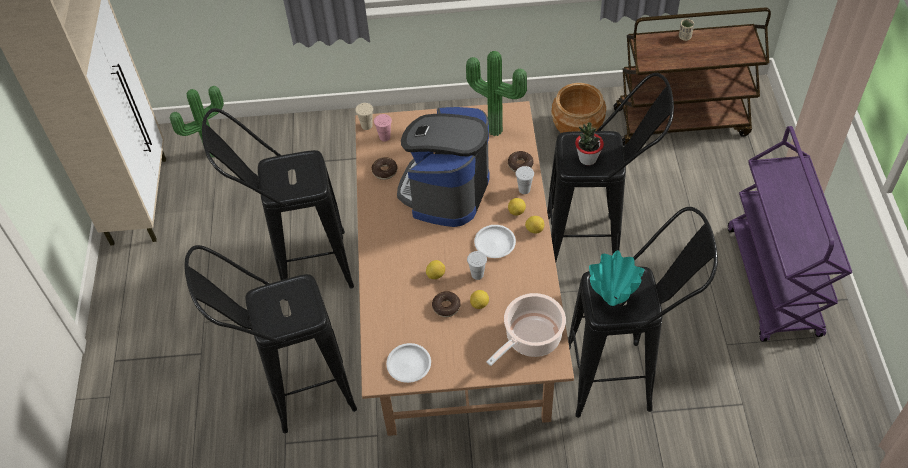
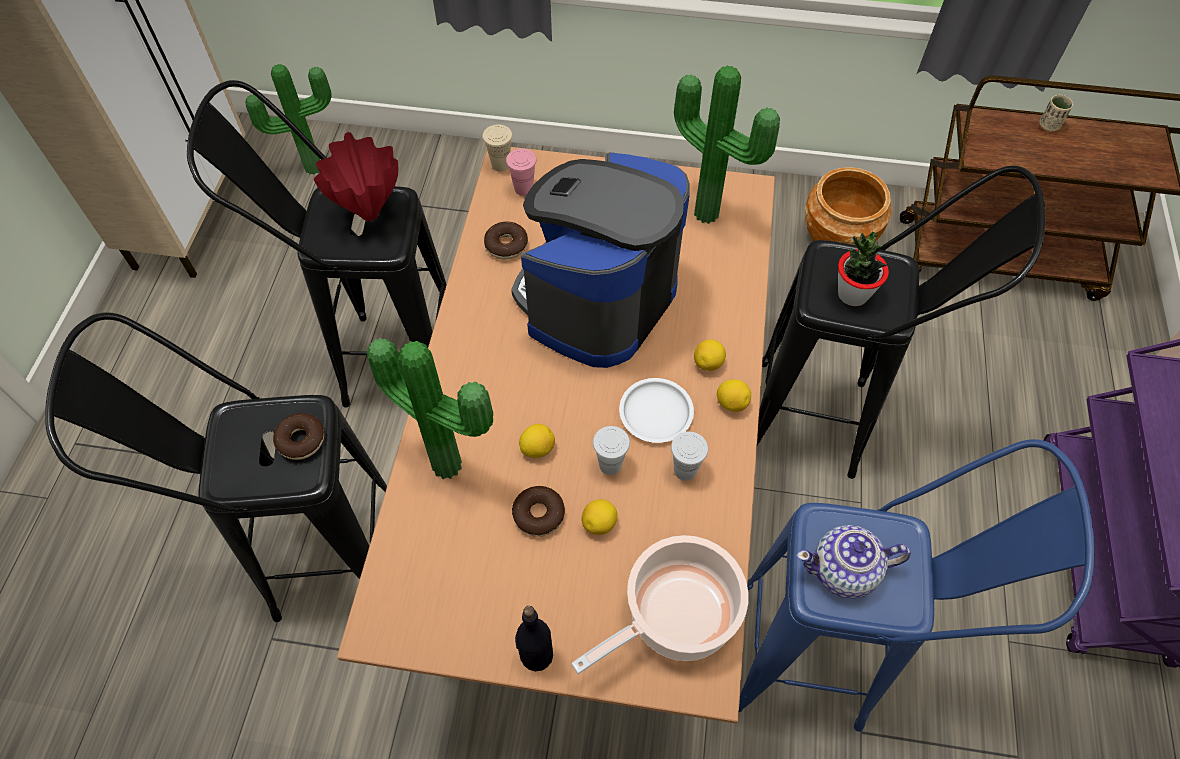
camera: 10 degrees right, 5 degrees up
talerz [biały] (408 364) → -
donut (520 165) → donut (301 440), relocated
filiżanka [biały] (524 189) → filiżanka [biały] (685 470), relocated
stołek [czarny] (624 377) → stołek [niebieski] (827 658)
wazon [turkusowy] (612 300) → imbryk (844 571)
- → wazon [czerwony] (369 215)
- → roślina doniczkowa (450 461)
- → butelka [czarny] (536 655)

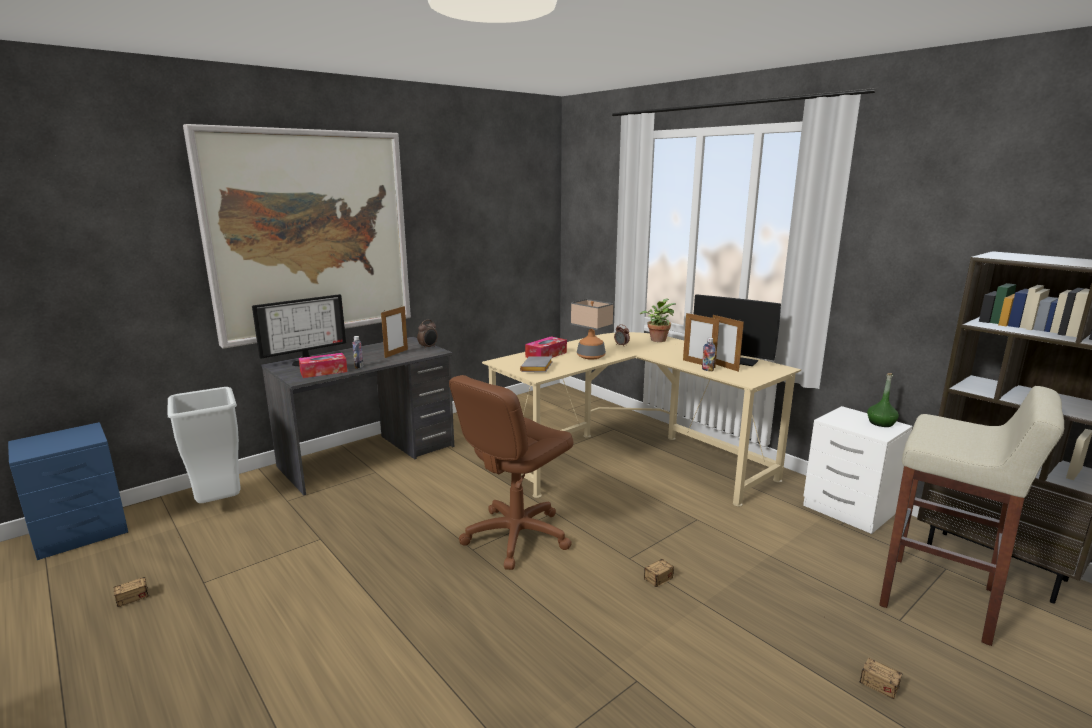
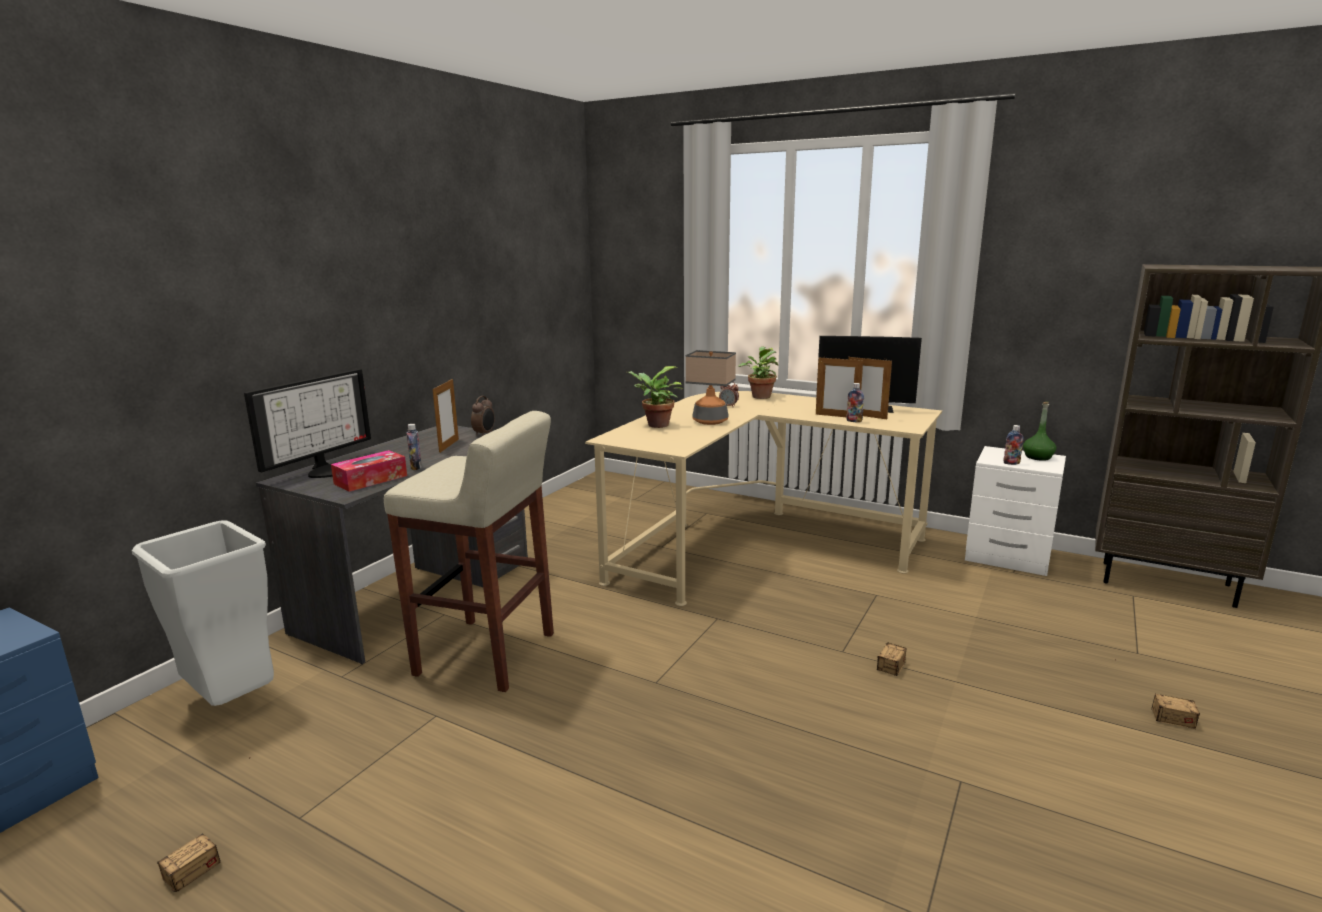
camera: 20 degrees left, 0 degrees up
obraz (310 234) → -
krzesło biurowe [brązowy] (516 536) → -
książka [szary] (537 368) → -
pudełko chusteczek (546 355) → roślina doniczkowa (655 425)
stołek [beżowy] (941 599) → stołek [beżowy] (488 655), relocated
- → butelka (1011 463)

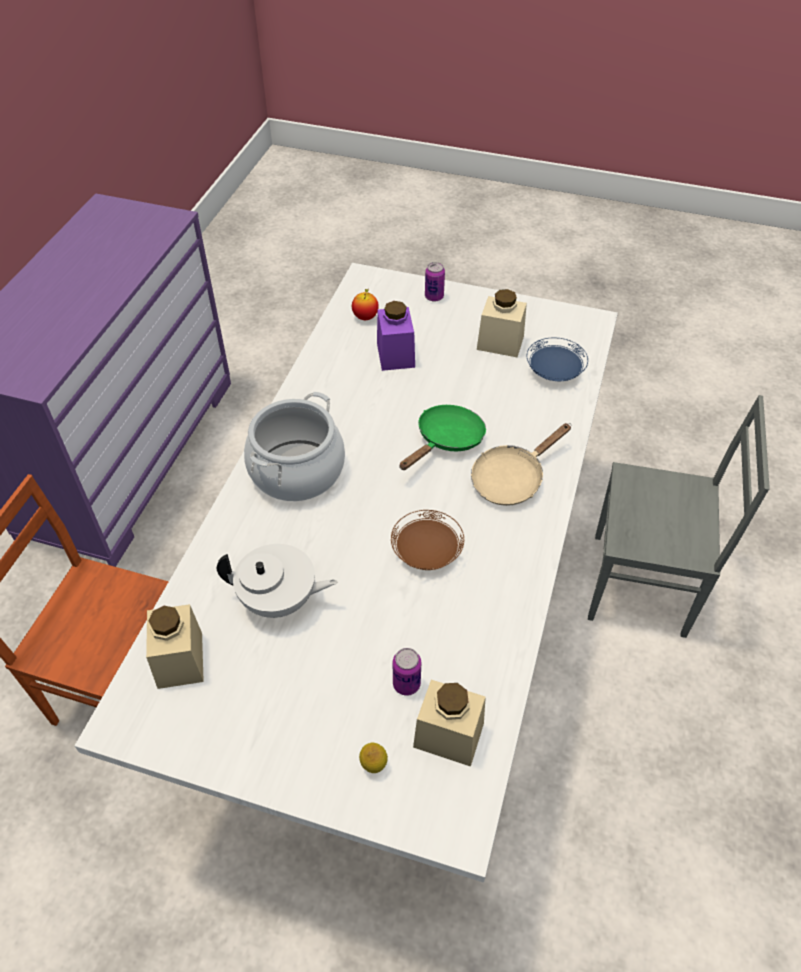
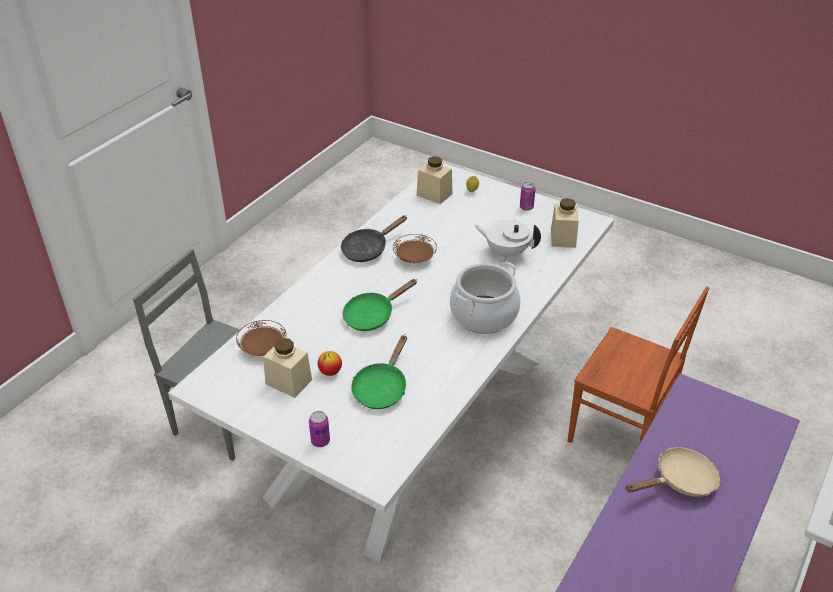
camera: 165 degrees left, 10 degrees down
jabłko (365 317) → jabłko (330 372), relocated
słoik [fioletowy] (395 355) → patelnia [zielony] (381 388)
puszka (406 684) → puszka (526 207), relocated
patelnia [beżowy] (512 479) → patelnia [beżowy] (680 481), relocated
talerz [niebieski] (554 373) → talerz [brązowy] (263 348)
- → patelnia [czarny] (368 249)

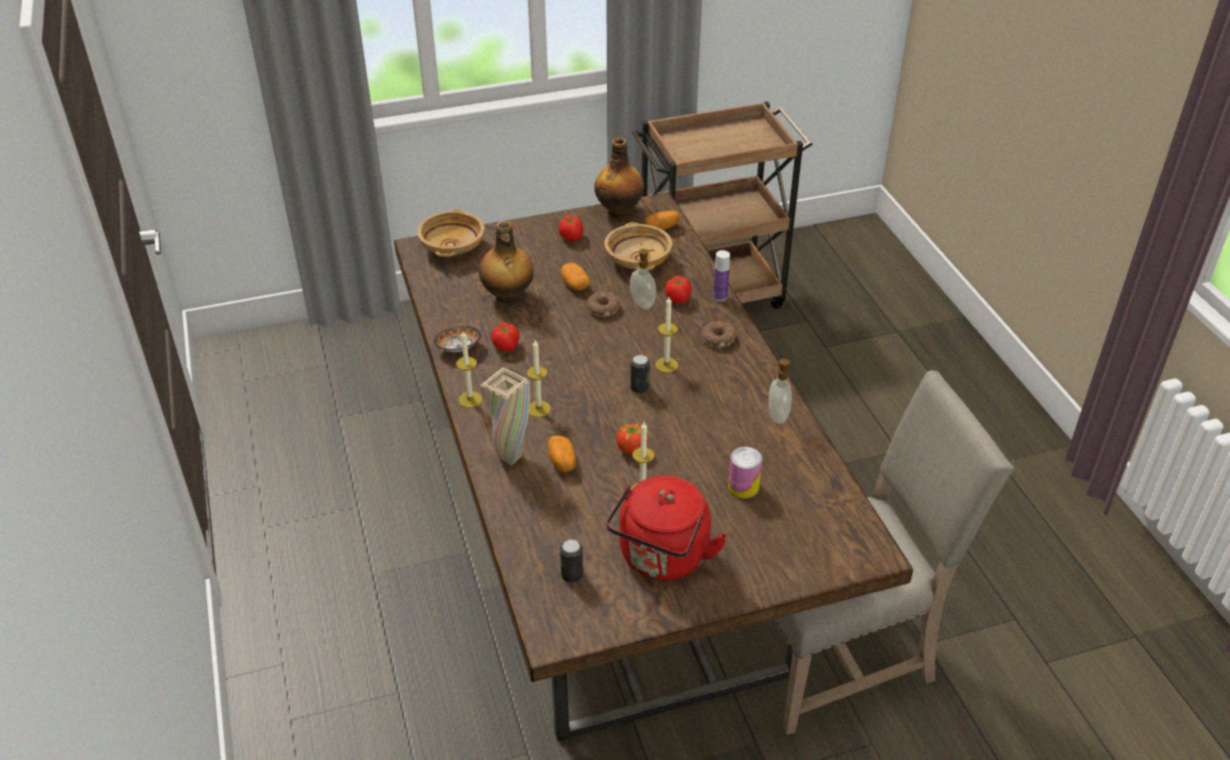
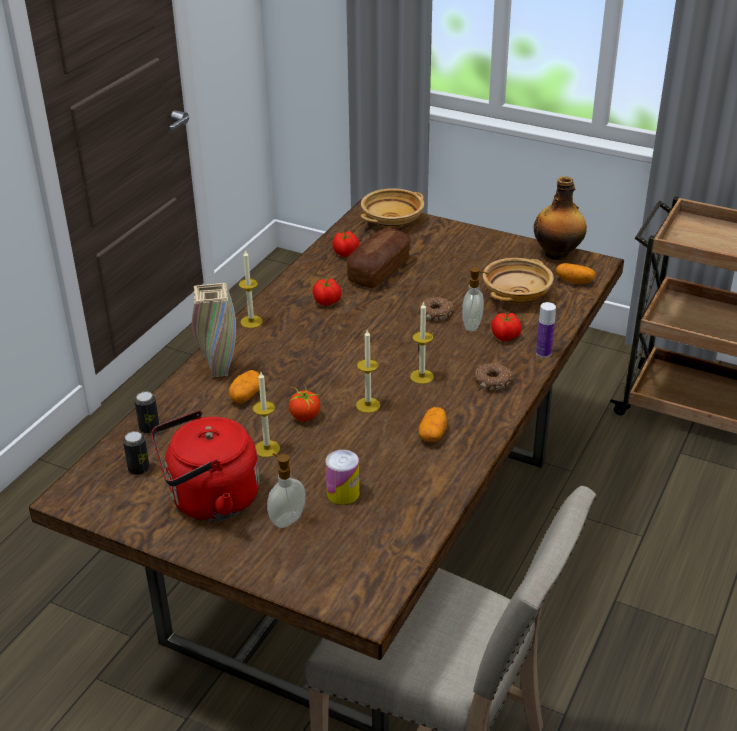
camera: 45 degrees right, 5 degrees down
miska (458 348) → -
butelka (507 296) → chleb (379 270)
świeca (539 409) → świeca (368 405), relocated
pomidor (571 237) → pomidor (346 253), relocated
ziemniak (575 284) → ziemniak (433 434), relocated
puszka (639 388) → puszka (149 428), relocated
dozownik mydła (776 415) → dozownik mydła (286 519), relocated

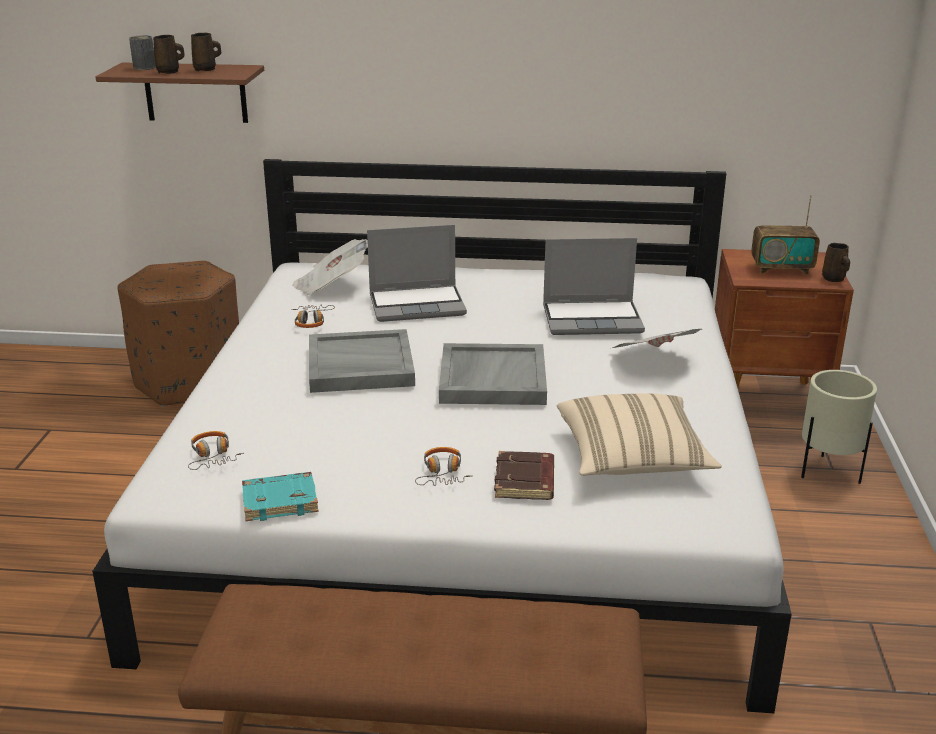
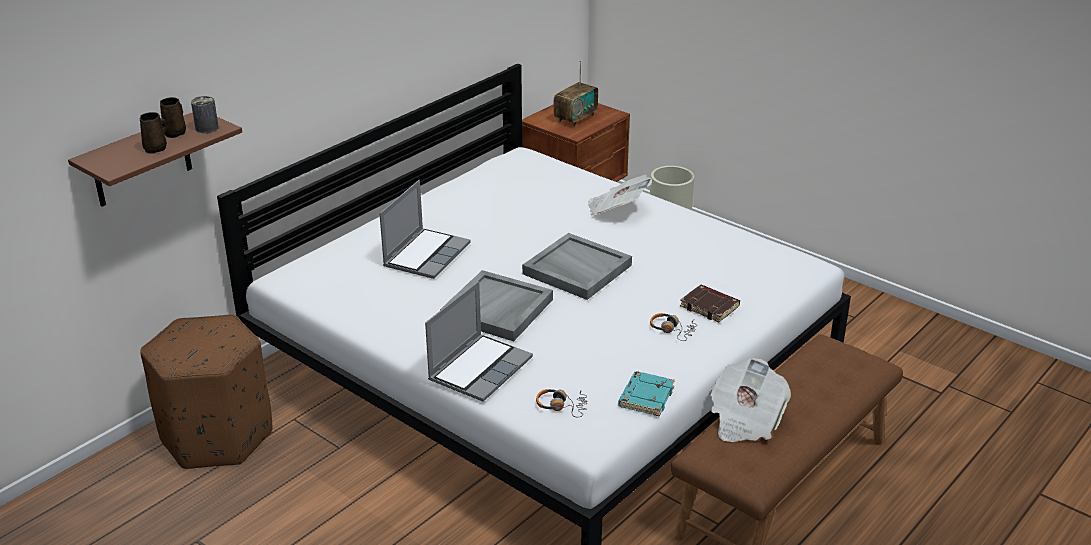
camera: 55 degrees left, 5 degrees up
puszka (144 67) → puszka (207 128), relocated
słuchawki (312 321) → -
gazeta (331 286) → gazeta (745 419), relocated
laptop (593 319) → laptop (480 368), relocated
poduszka [beżowy] (632 459) → -
kubek [brązowy] (834 279) → -

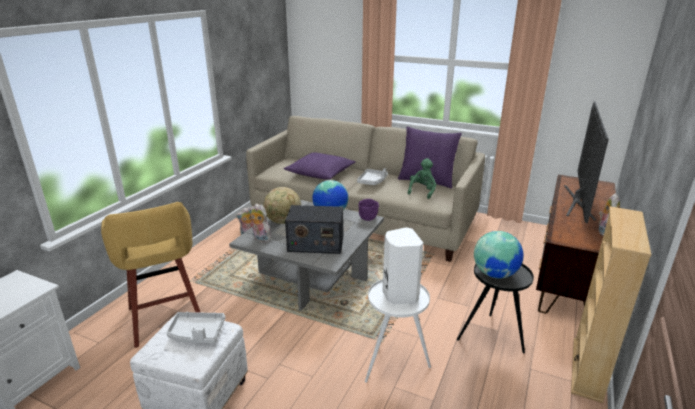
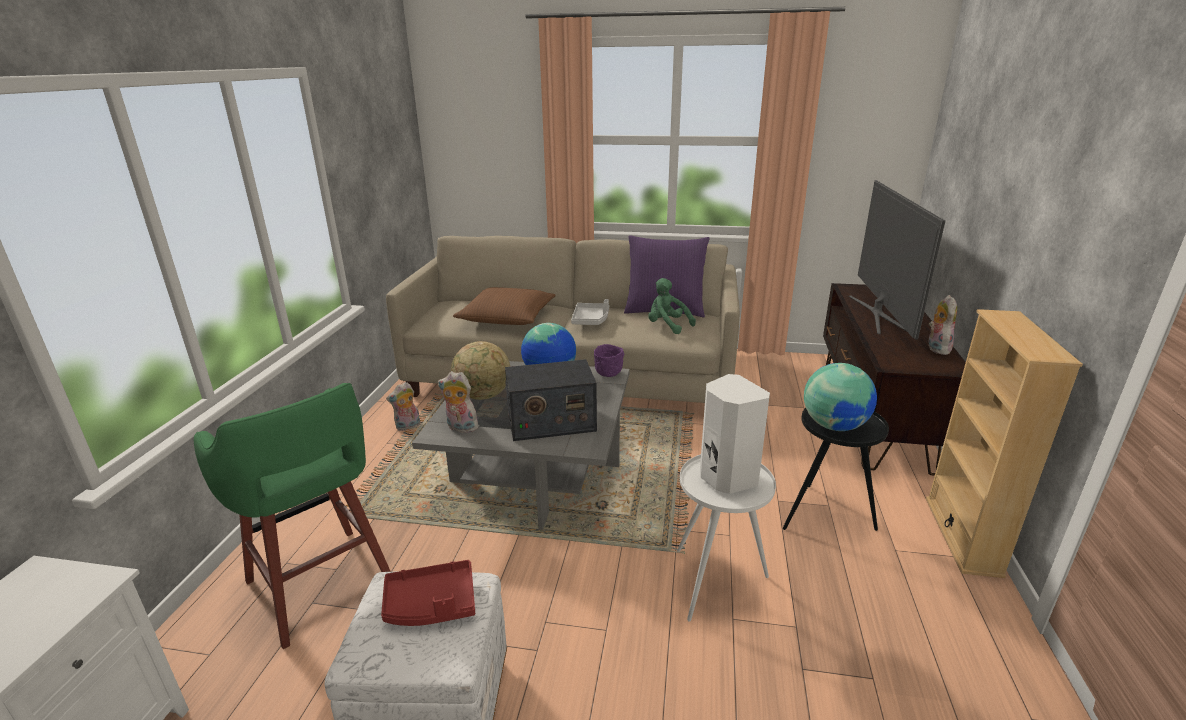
camera: 15 degrees left, 0 degrees up
stołek [żółty] (166 319) → stołek [zielony] (322 587)
taca [szary] (197 333) → taca [czerwony] (431 604)
poduszka [fioletowy] (320 173) → poduszka [brązowy] (507 317)
pluszak [zielony] (422 191) → pluszak [zielony] (667 326), 60 degrees counterclockwise

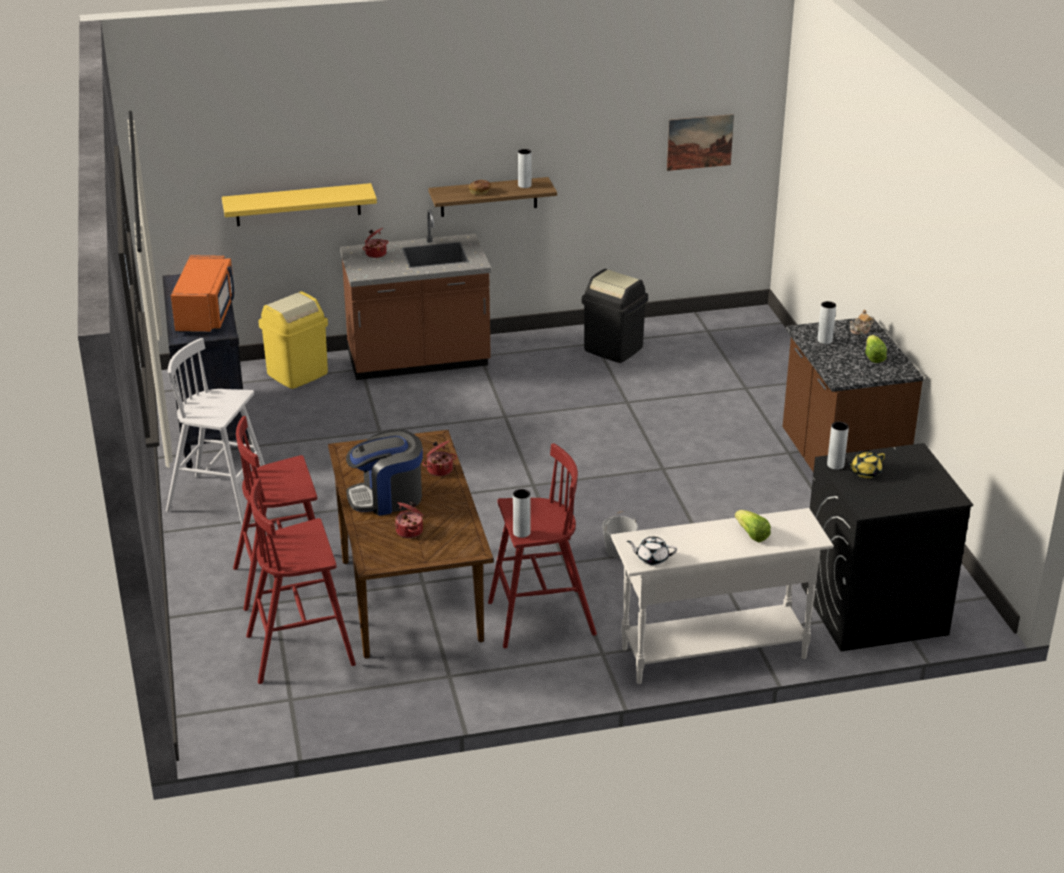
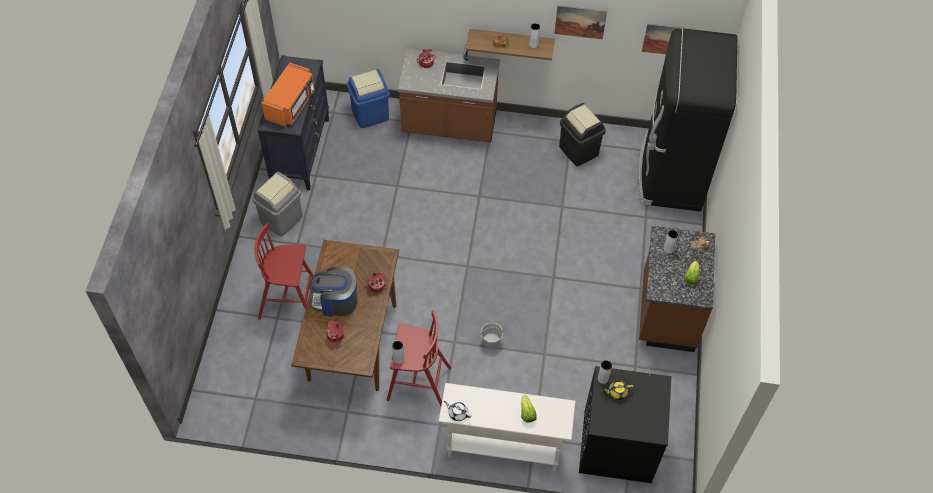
camera: 20 degrees right, 25 degrees up
stołek [biały] (222 500) → kosz na śmieci [szary] (281 219)
półka [żółty] (298 204) → -
stołek [czerwony] (303 650) → -
kosz na śmieci [żółty] (297 373) → kosz na śmieci [niebieski] (370 114)
- → obraz (580 22)
- → lodówka [czarny] (670 173)

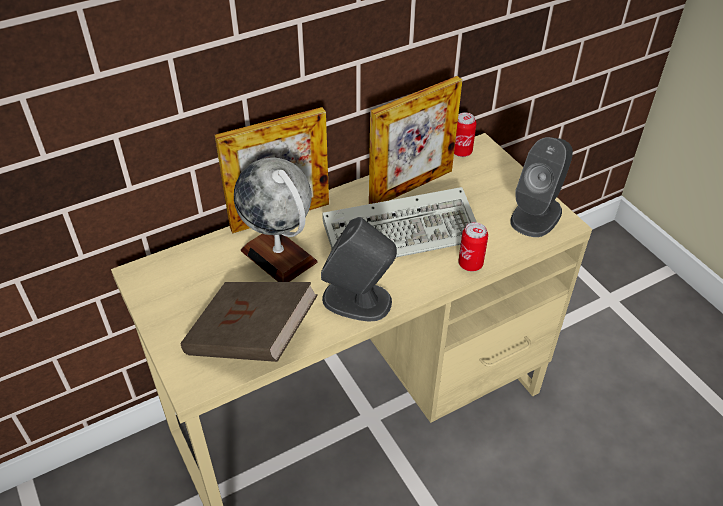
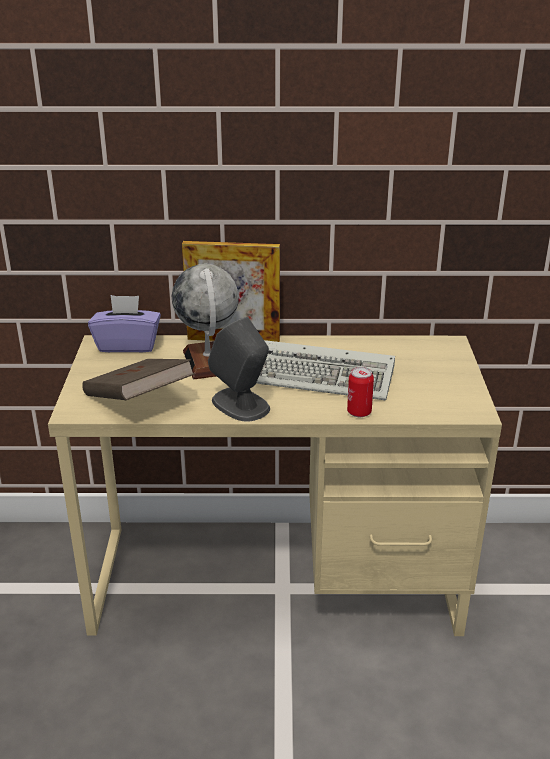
camera: 30 degrees right, 15 degrees down
ramka na zdjęcie (411 187) → -
puszka (461 152) → -
głośnik [szary] (536 215) → -
- → pudełko chusteczek [fioletowy] (128 345)

